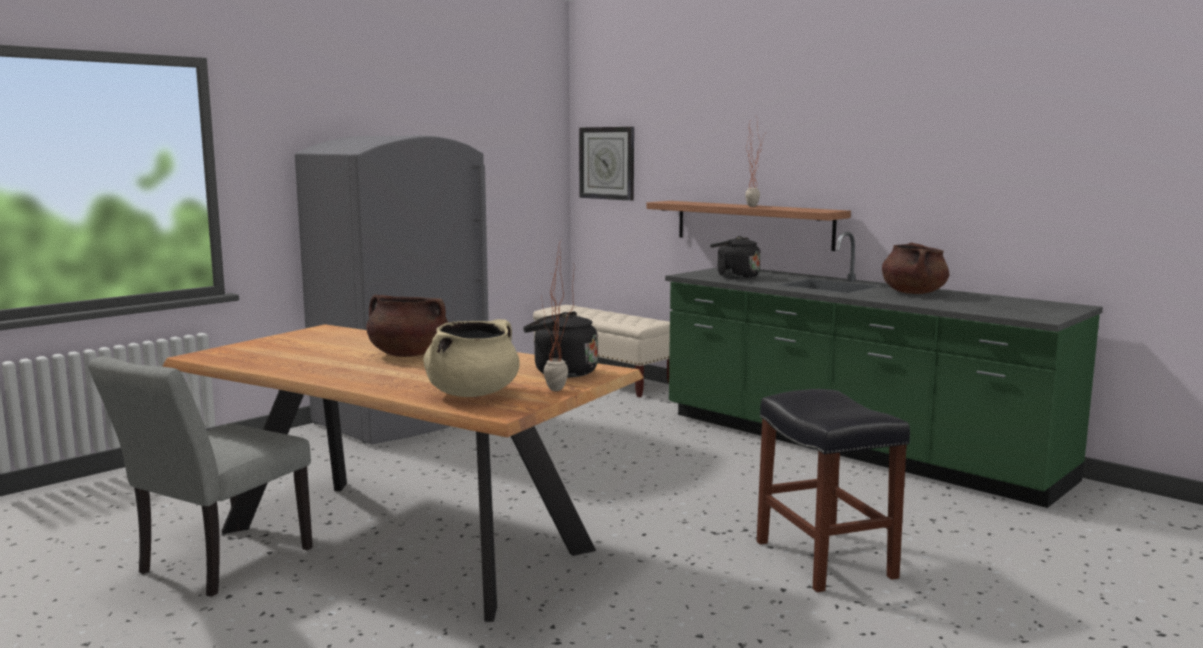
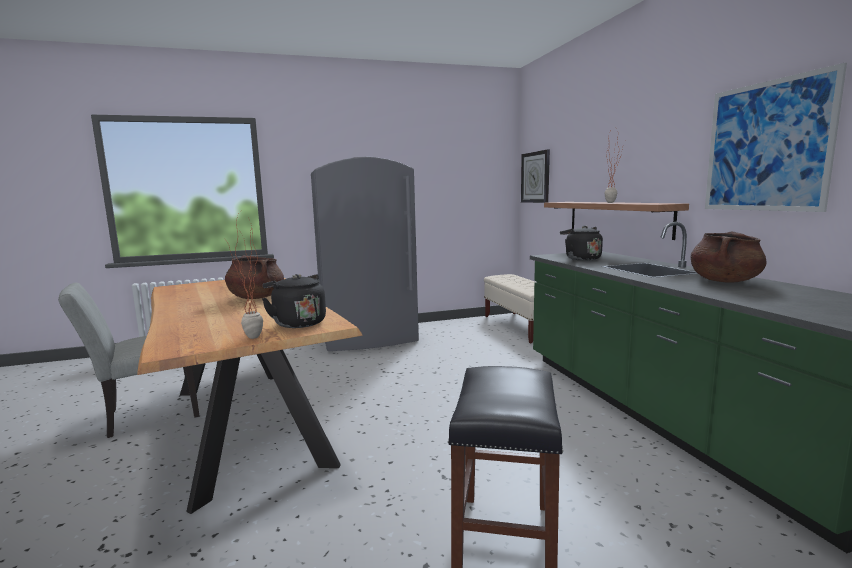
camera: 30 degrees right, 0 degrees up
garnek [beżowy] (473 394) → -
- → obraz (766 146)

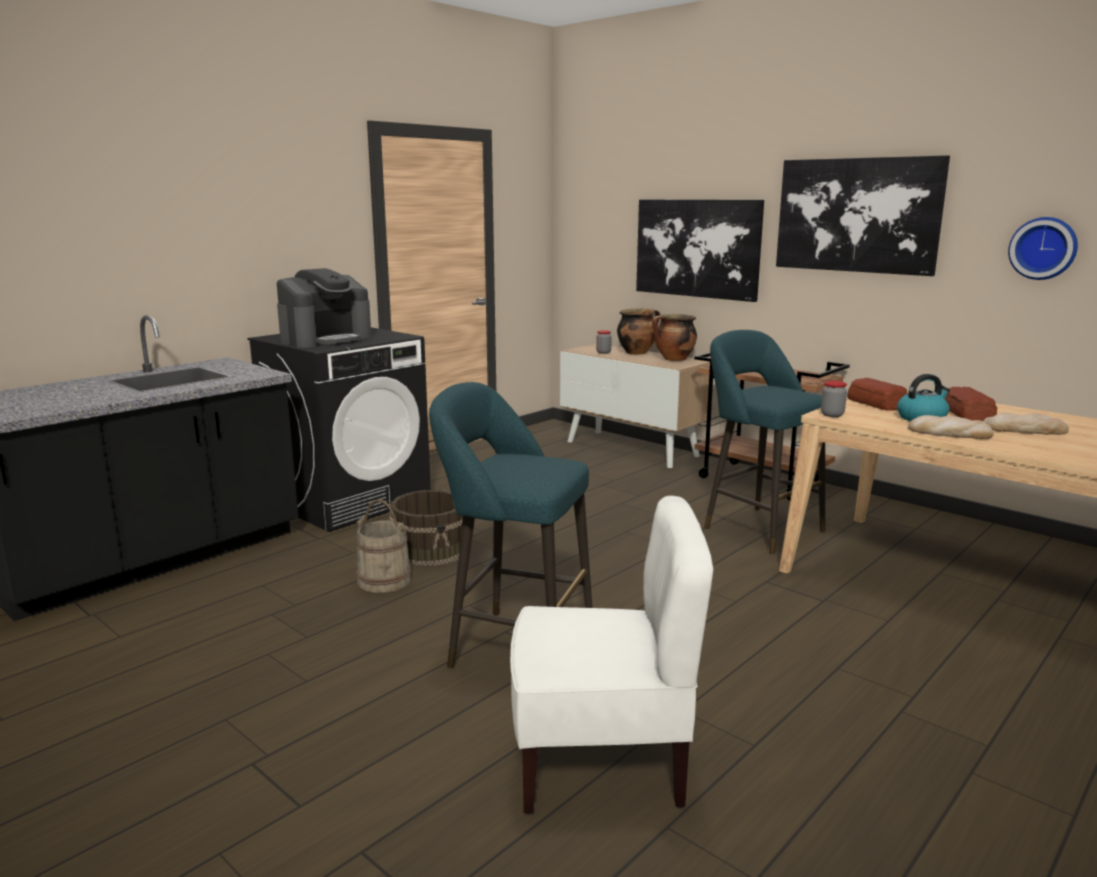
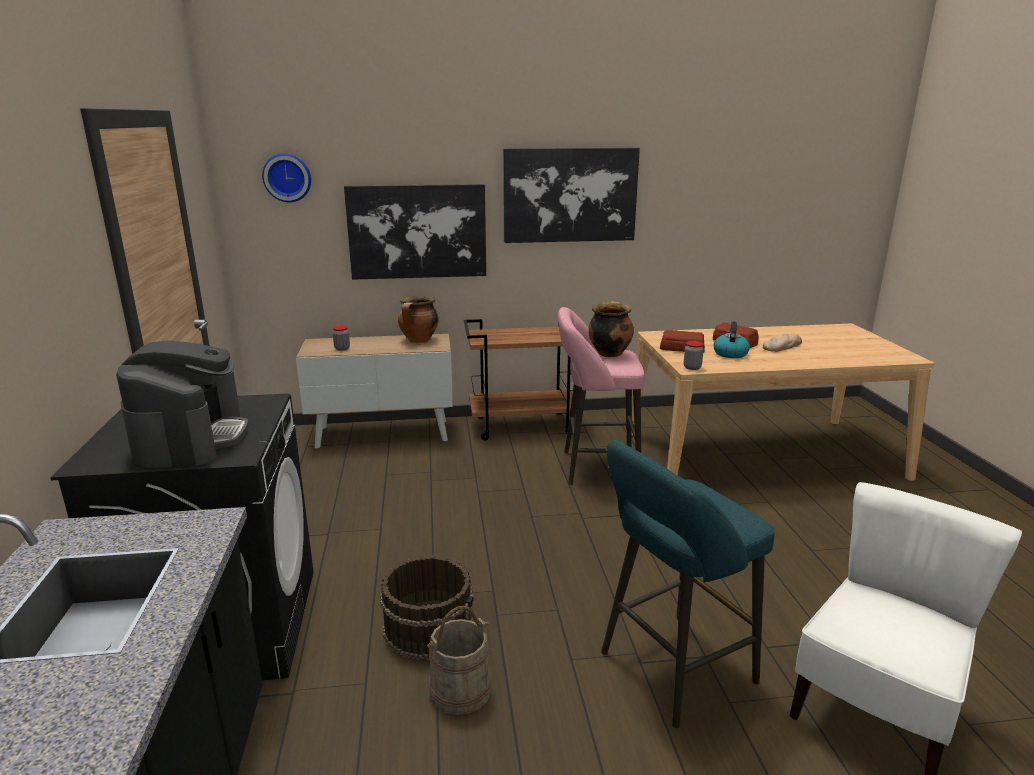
camera: 50 degrees left, 5 degrees up
garnek (637 353) → garnek (609 353), relocated
stołek [turkusowy] (758 527) → stołek [różowy] (595 468)
chleb (949 433) → -
zegar ścienny (1043 248) → zegar ścienny (287 177), relocated

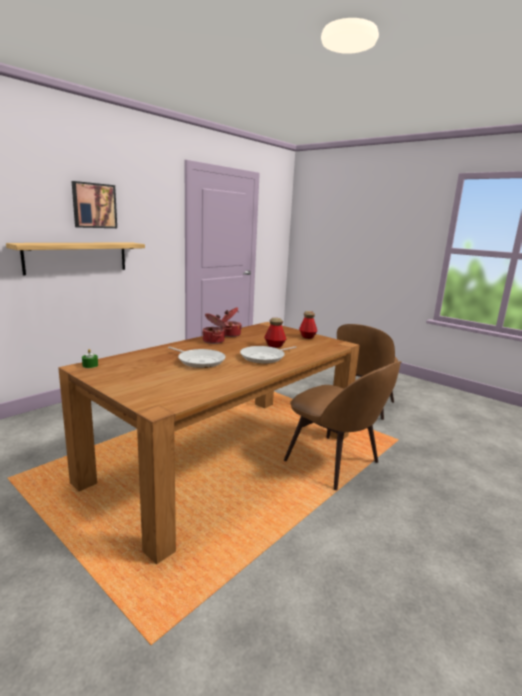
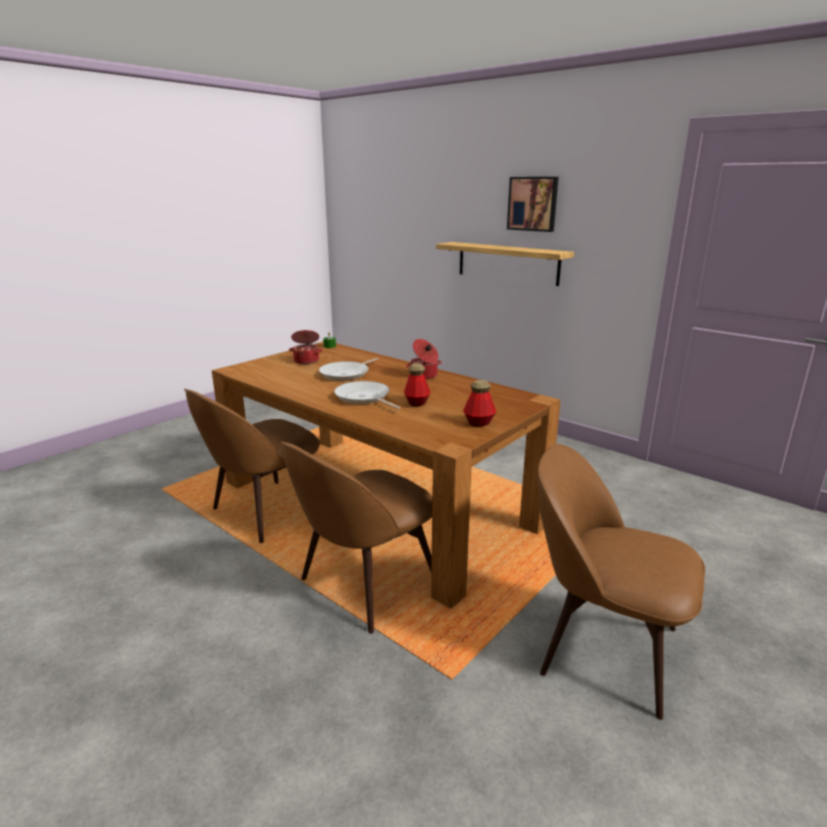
camera: 90 degrees right, 5 degrees up
garnek (230 334) → garnek (306 361), relocated
- → krzesło [brązowy] (265 512)

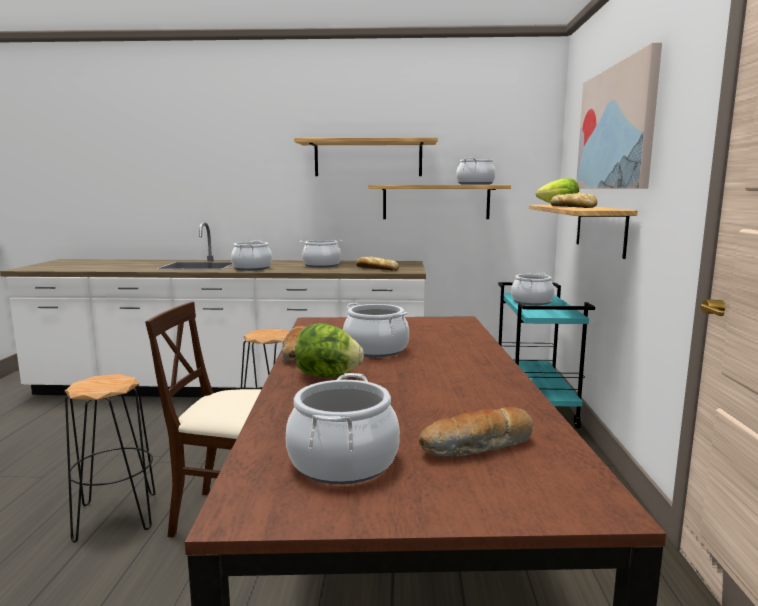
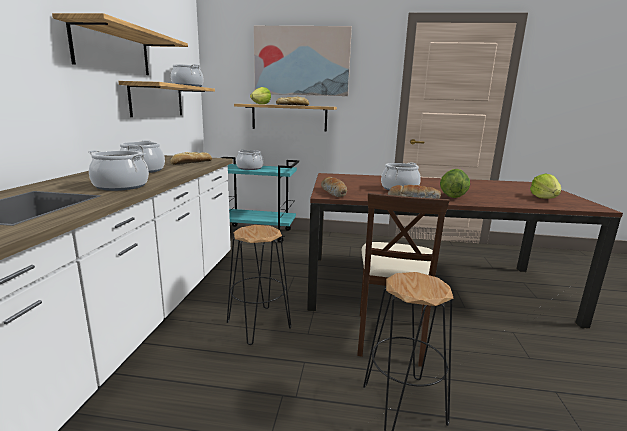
camera: 85 degrees left, 5 degrees up
garnek (343 462) → sałata (544 198)
chleb (478 447) → chleb (334 193), relocated

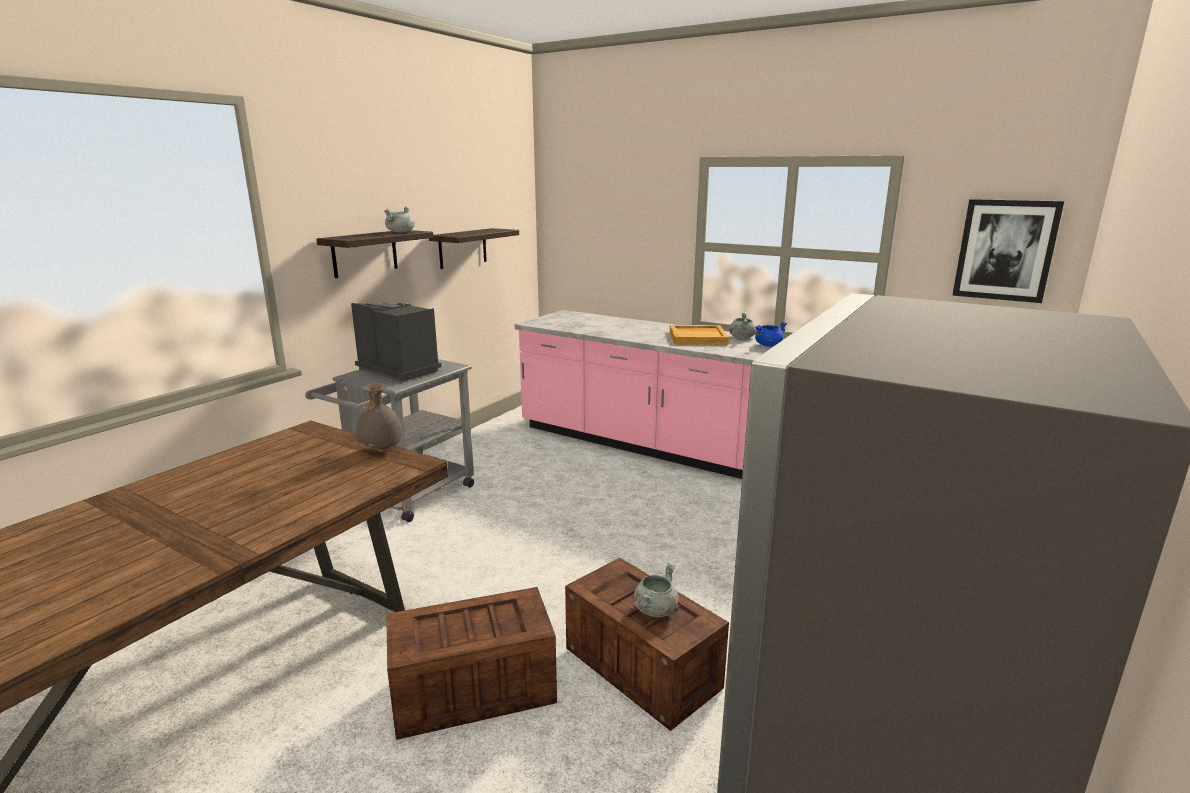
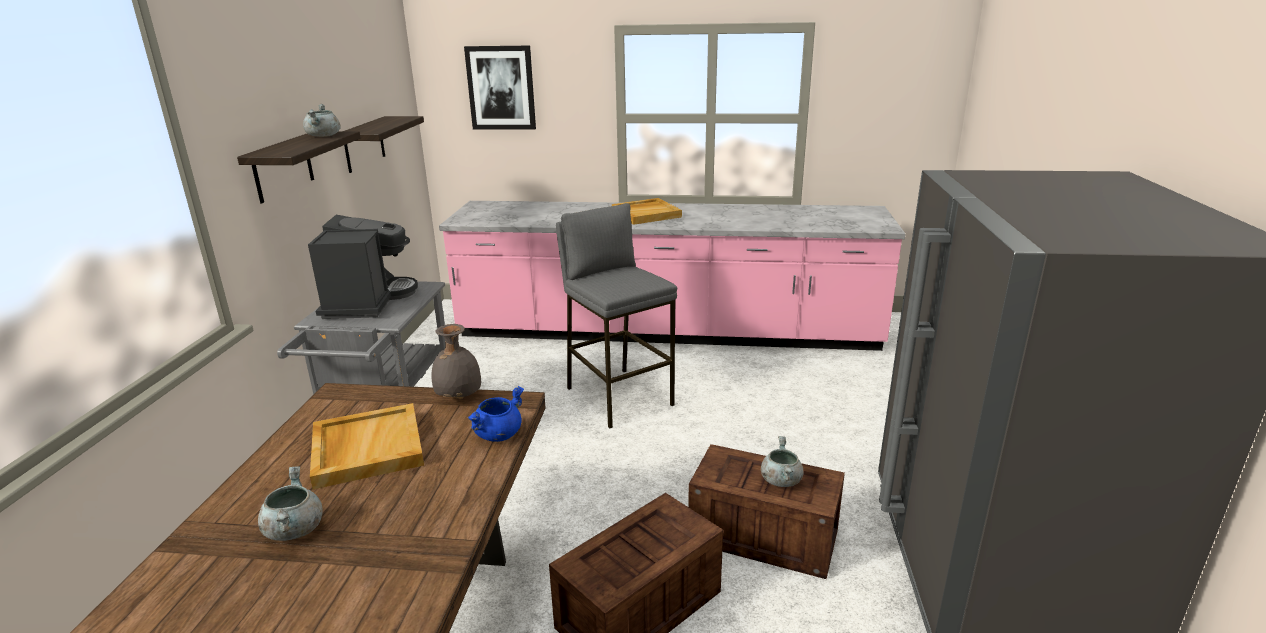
camera: 25 degrees left, 5 degrees up
ekspres do kawy (399 369) → ekspres do kawy (367 301), 75 degrees clockwise
garnek [szary] (741 337) → garnek [szary] (294 529), relocated
garnek [niebieski] (768 345) → garnek [niebieski] (498 434), relocated
obraz (1005 250) → obraz (501 88), relocated
- → taca [beżowy] (366 448)
- → stołek [szary] (619 396)

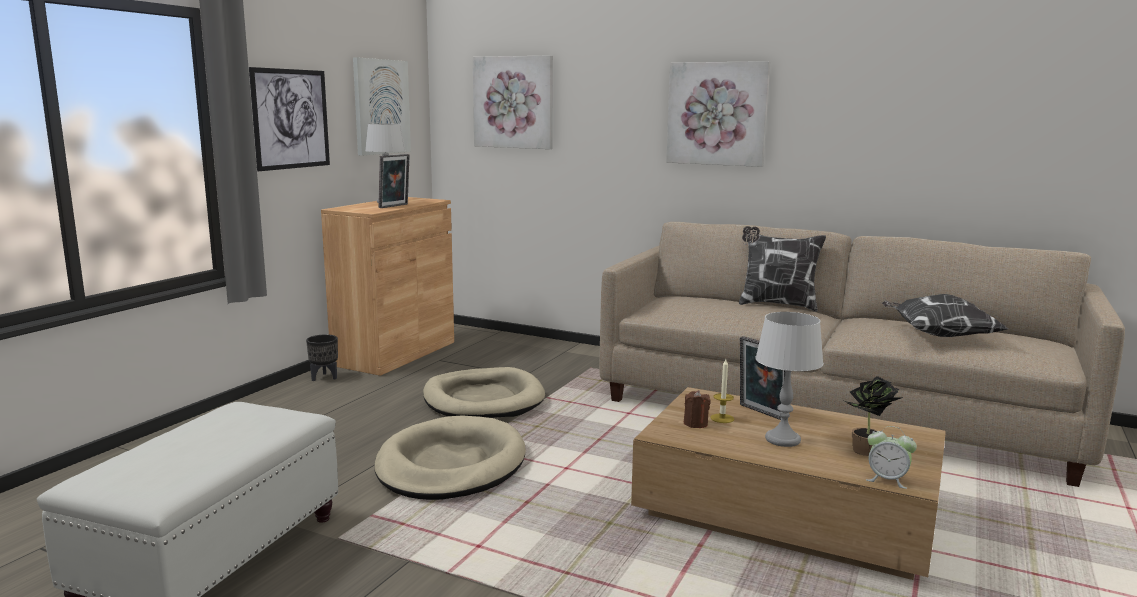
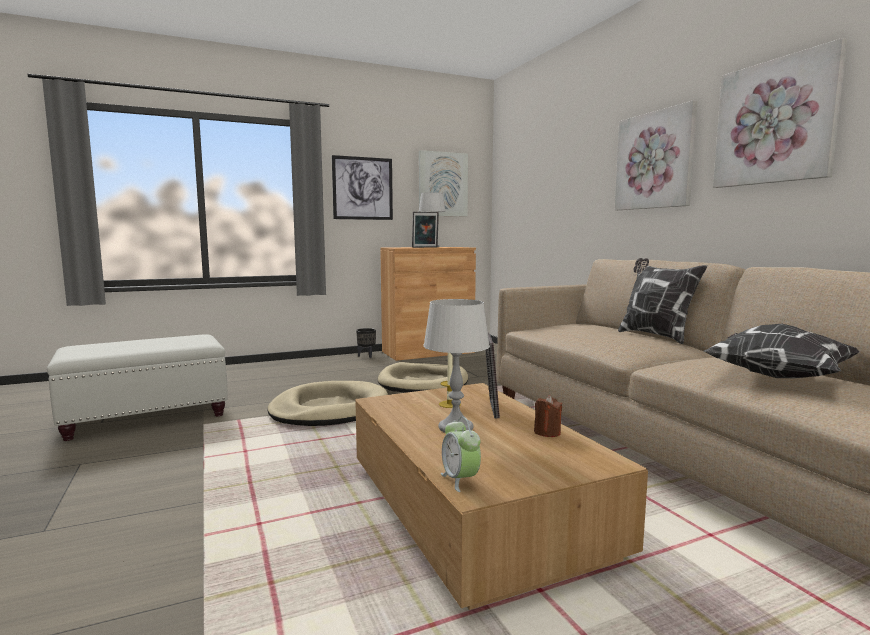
camera: 40 degrees right, 5 degrees down
obraz (514 102) → obraz (775 122), relocated
świeca [brązowy] (695 424) → świeca [brązowy] (547 432), relocated
roślina doniczkowa (867 452) → -

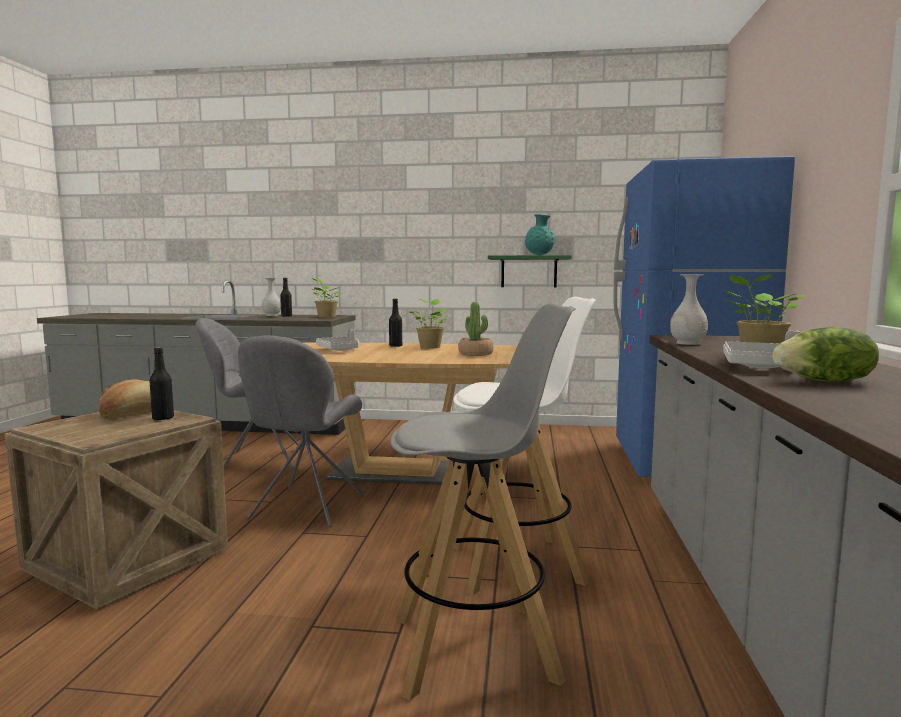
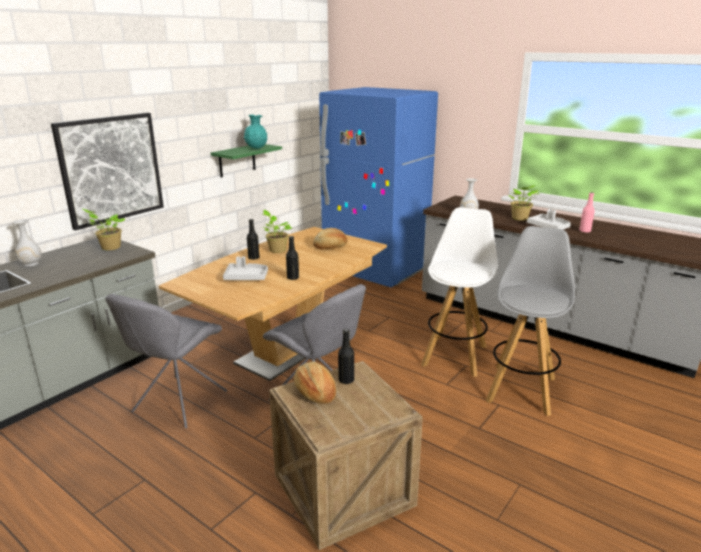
camera: 60 degrees left, 15 degrees up
butelka [czarny] (286 316) → butelka [czarny] (293 278), relocated
roślina doniczkowa (476 354) → chleb (330 247)
sałata (825 381) → butelka [różowy] (585 231)
- → obraz (111 169)

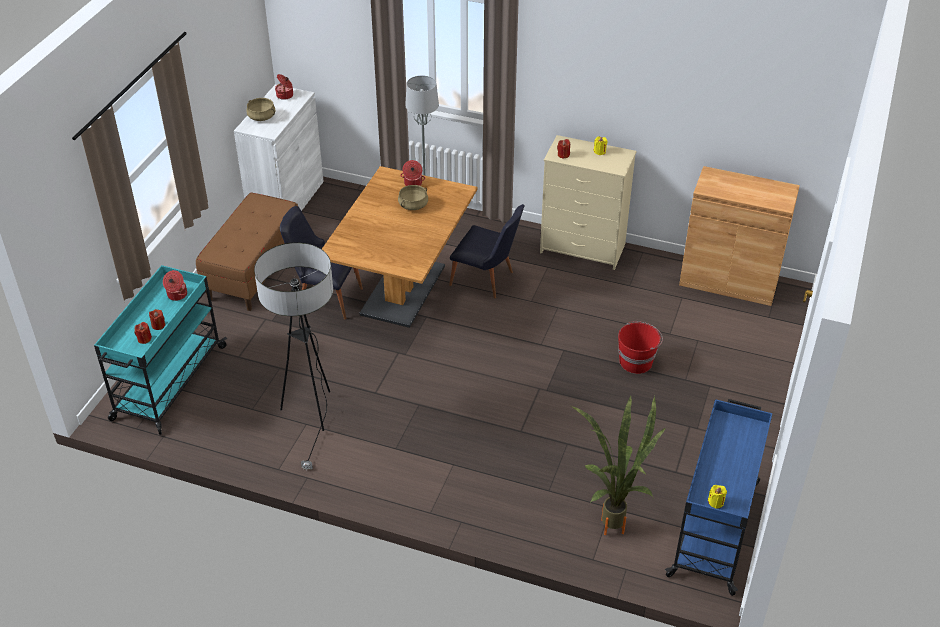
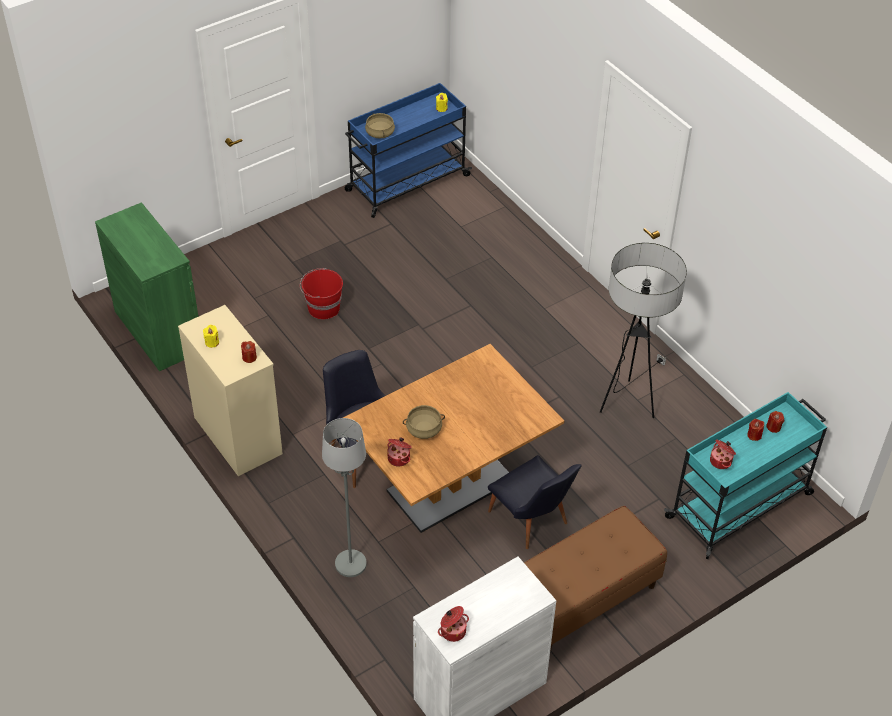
camera: 145 degrees left, 5 degrees up
garnek [beżowy] (262 117) → garnek [beżowy] (379 133), relocated
roślina doniczkowa (613 520) → -
szafka [brązowy] (729 281) → szafka [zielony] (158 331)

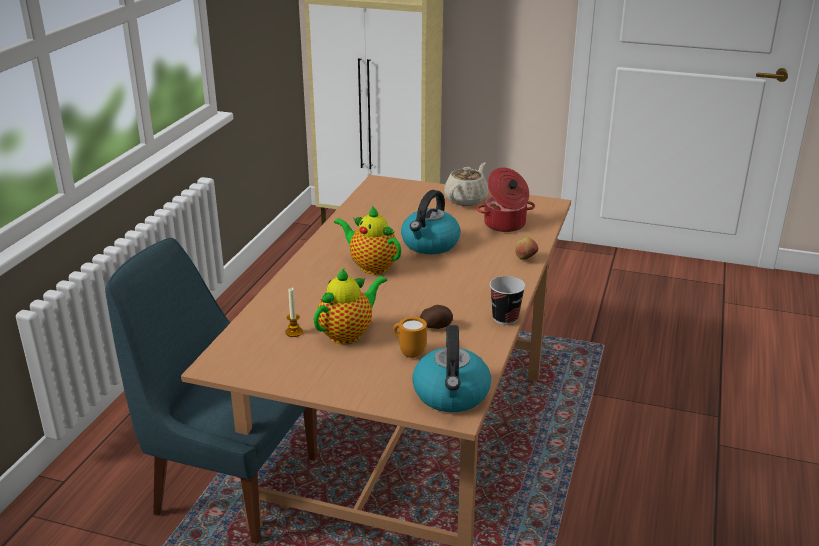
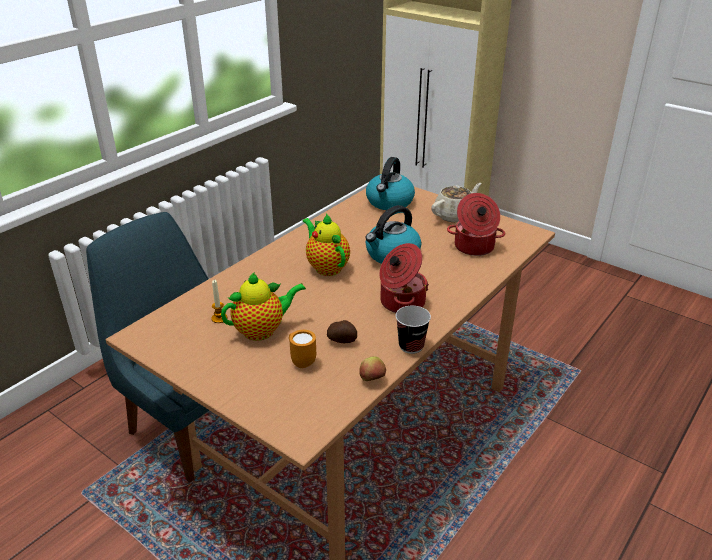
camera: 20 degrees right, 5 degrees up
czajnik (451 395) → czajnik (389 202), relocated
jabłko (525 259) → jabłko (372 380), relocated
- → garnek (401 302)

